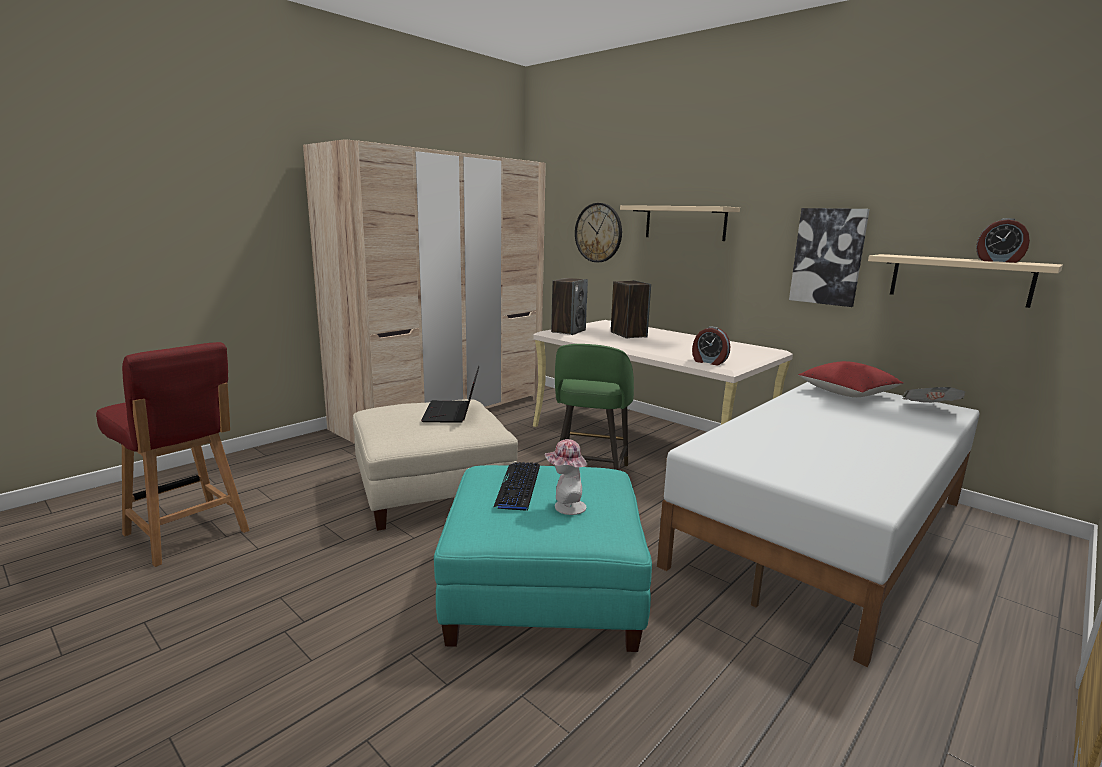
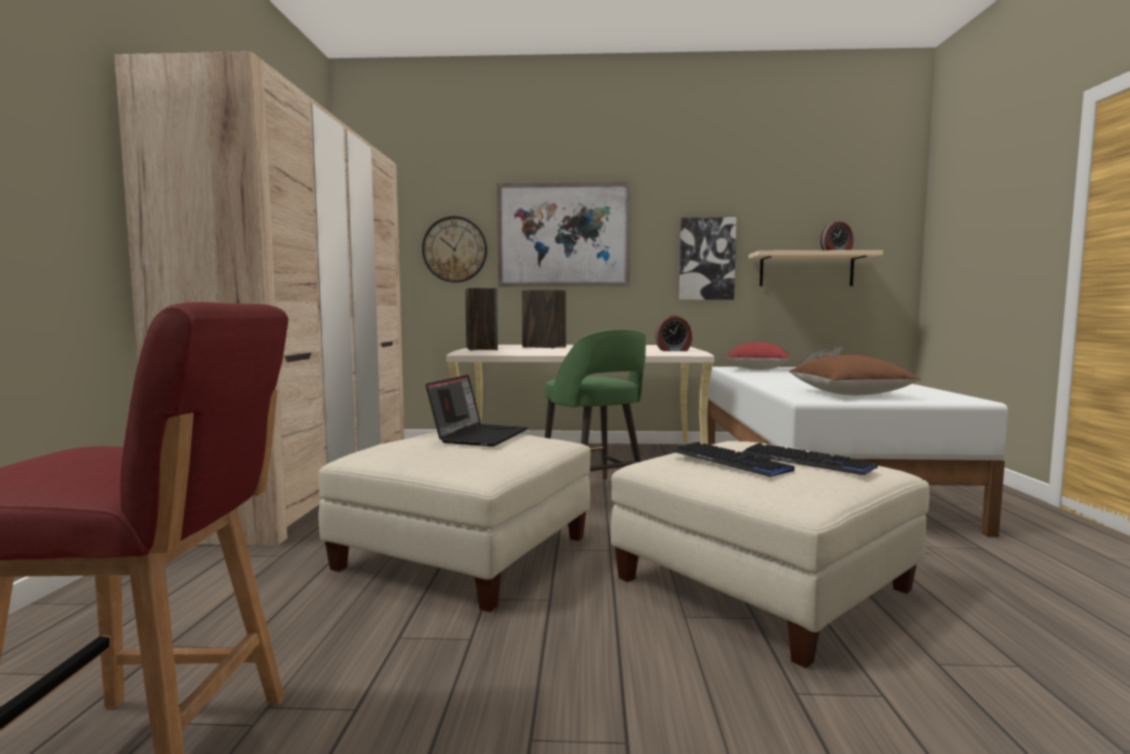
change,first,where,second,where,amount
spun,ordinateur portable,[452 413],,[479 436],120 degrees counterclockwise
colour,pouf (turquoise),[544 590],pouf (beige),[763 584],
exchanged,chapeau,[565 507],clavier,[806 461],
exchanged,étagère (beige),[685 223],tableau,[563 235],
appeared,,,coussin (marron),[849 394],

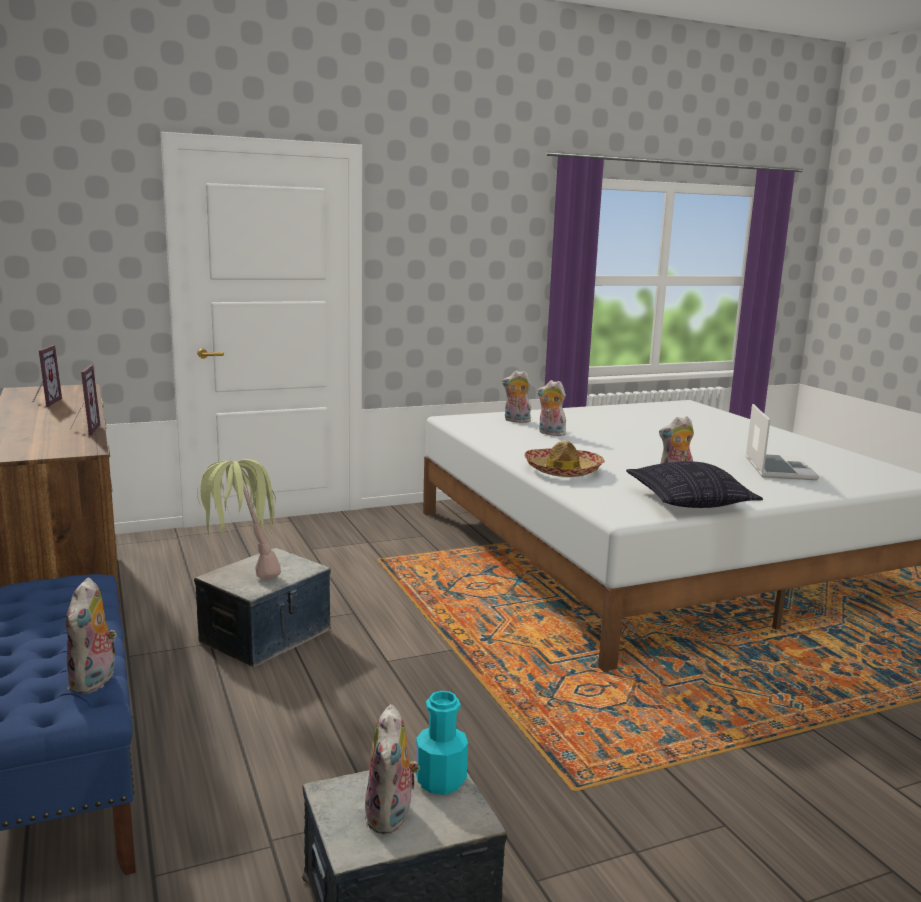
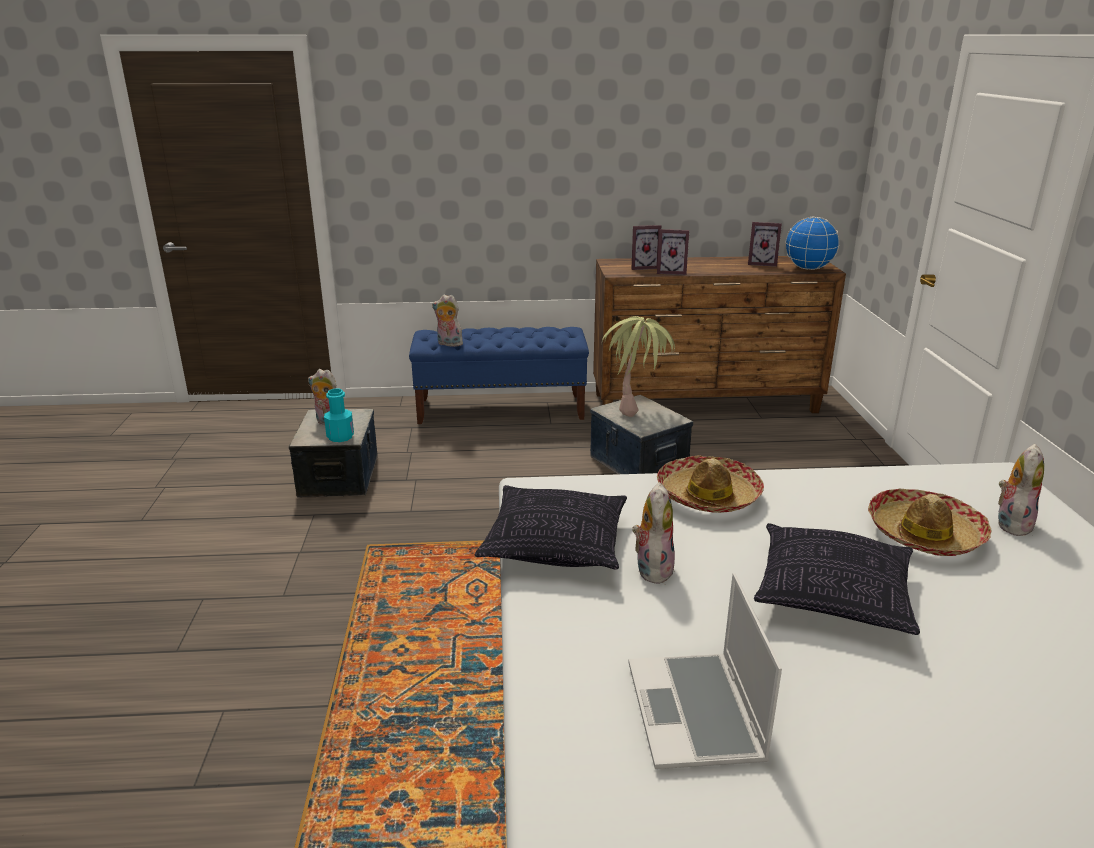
change,first,where,second,where,amount
exchanged,peluche,[550 433],chapeau,[924 534],
spun,ordinateur portable,[778 468],,[697 714],60 degrees clockwise
appeared,,,cadre photo,[643 267],
appeared,,,coussin,[831 596],
appeared,,,globe,[808 269],

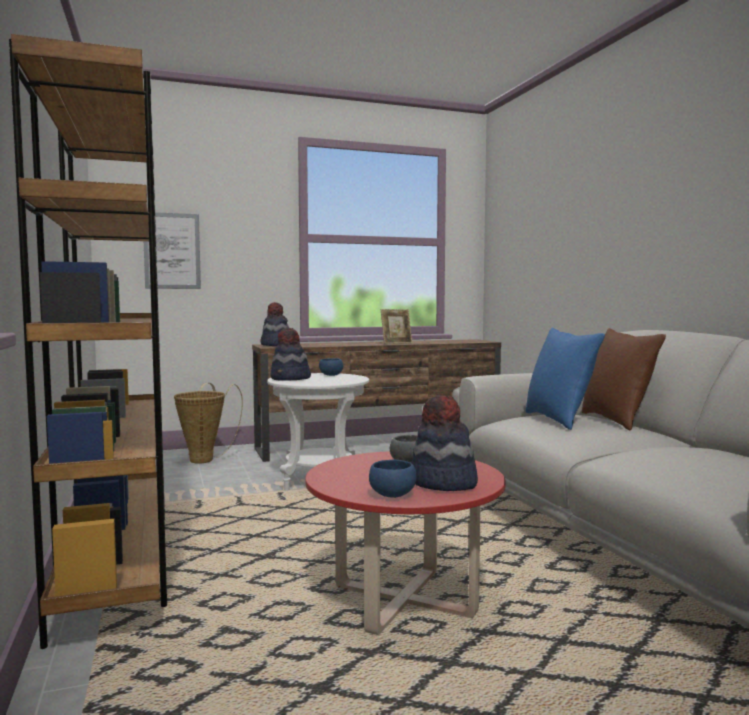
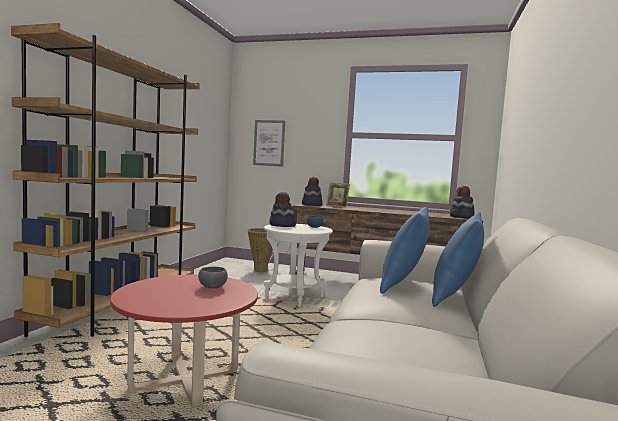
change,first,where,second,where,amount
missing,bol (bleu),[392 494],,,
relocated,cadre photo,[396 343],,[337 206],
relocated,chapeau,[443 483],,[461 217],
colour,coussin (marron),[617 421],coussin (bleu),[455 298],

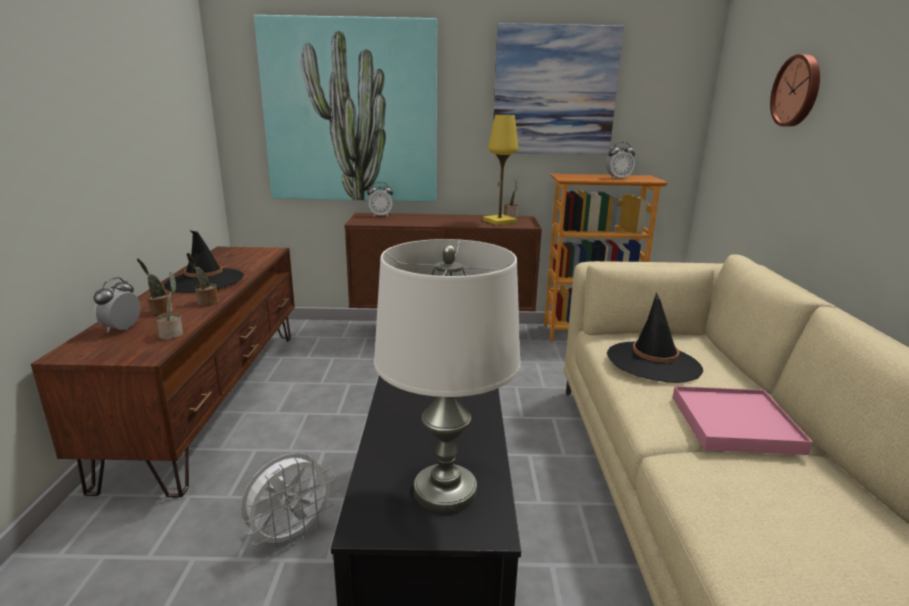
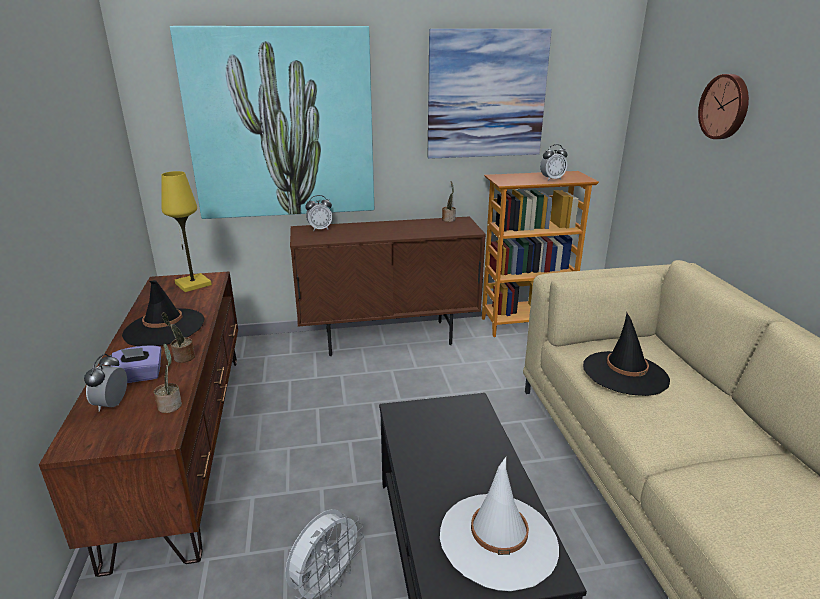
change,first,where,second,where,amount
exchanged,plante en pot,[159 312],boîte à mouchoirs (violet),[139 376],
exchanged,lampe de table (blanc),[444 491],chapeau (blanc),[498 540],
relocated,lampe de table (jaune),[499 221],,[193 284],
missing,plateau (rose),[734 424],,,

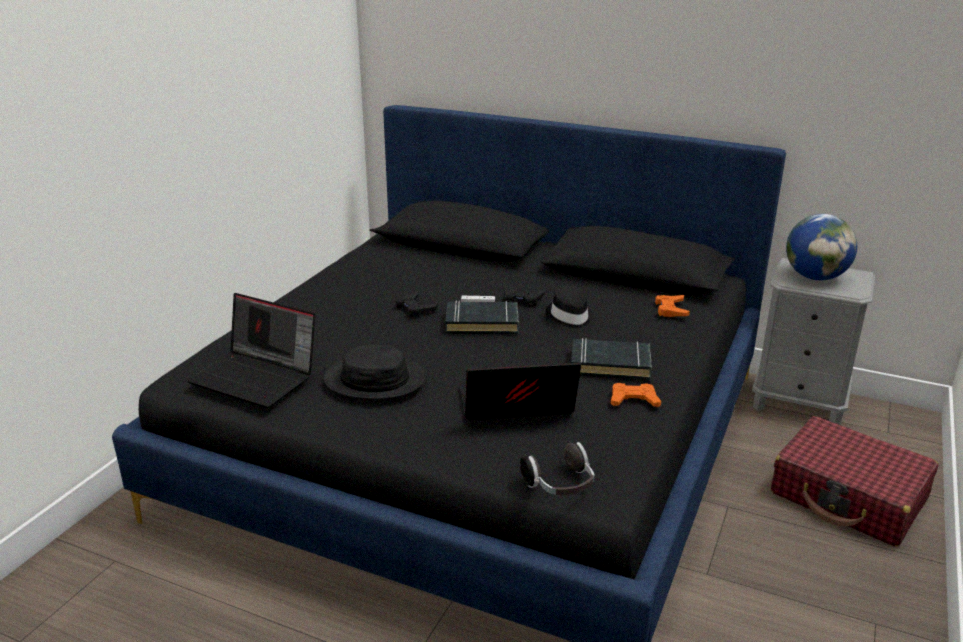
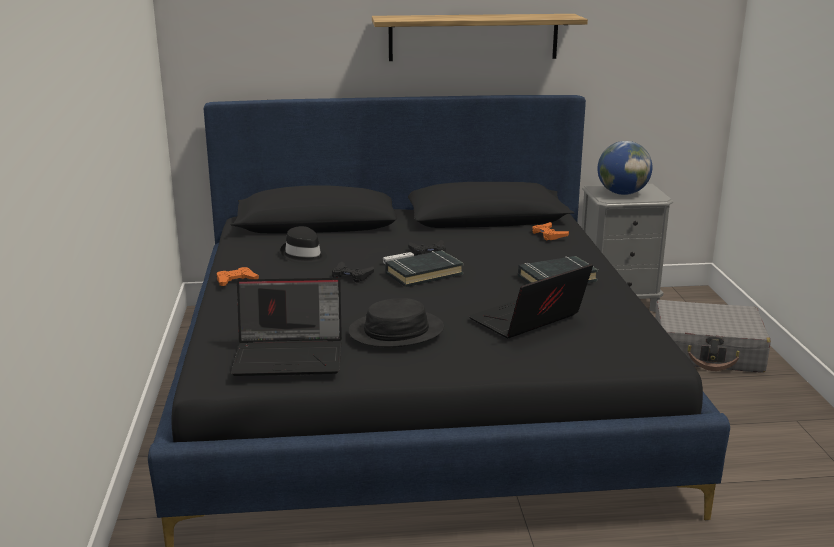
change,first,where,second,where,amount
missing,casque audio,[560 486],,,
relocated,chapeau (noir),[570 319],,[304 255],
relocated,manette (orange),[633 400],,[236 281],
colour,valise (rouge),[848 496],valise (gris),[707 351],
appeared,,,étagère,[473 37],

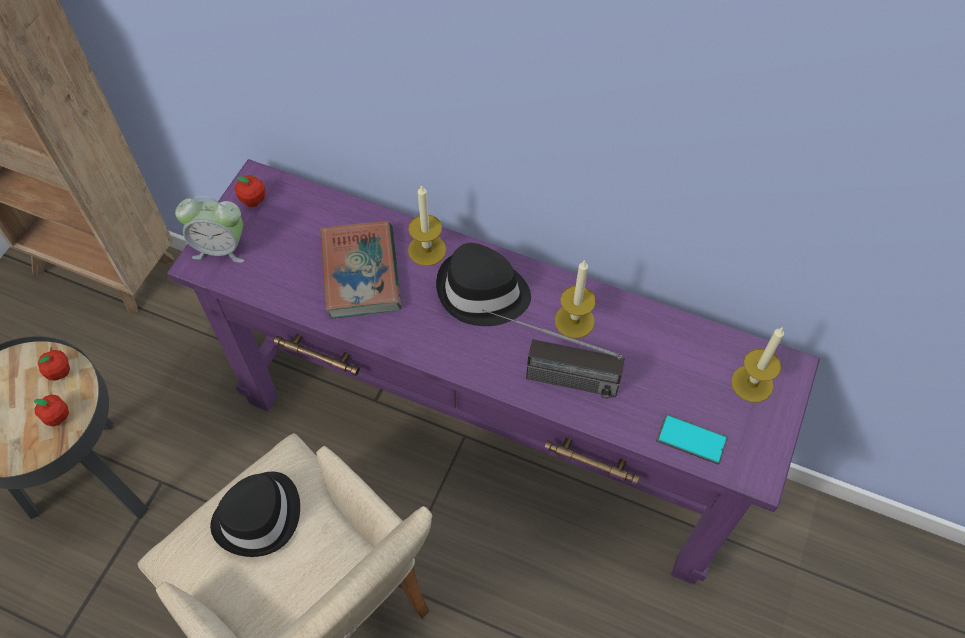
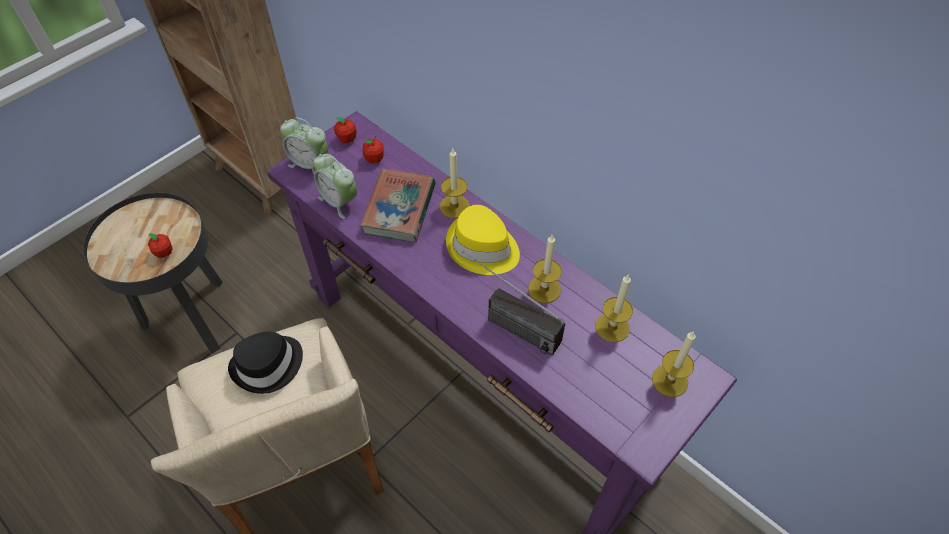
change,first,where,second,where,amount
relocated,pomme,[60 372],,[374 159],
colour,chapeau (noir),[482 292],chapeau (jaune),[482 248],
missing,téléphone,[691 439],,,
appeared,,,réveil,[339 201],
appeared,,,bougie,[612 327],

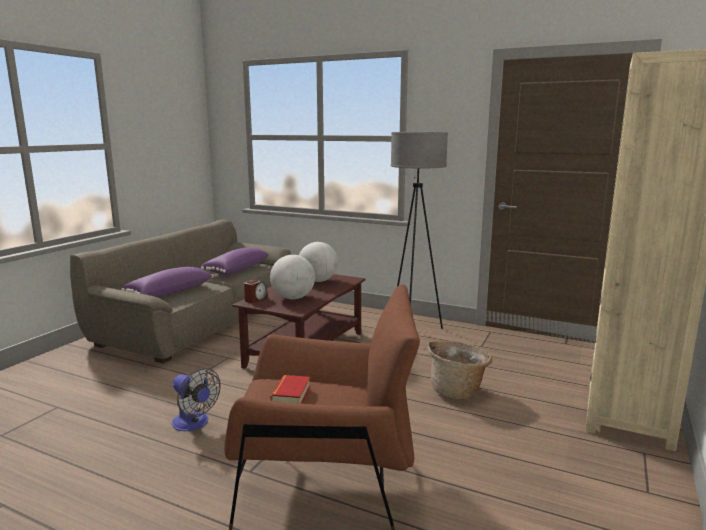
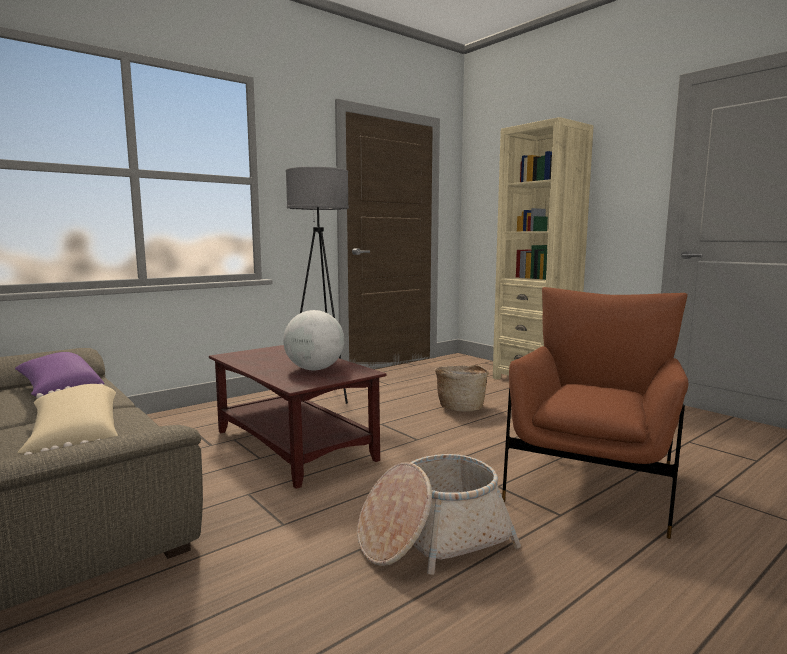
change,first,where,second,where,amount
colour,coussin (violet),[169 292],coussin (beige),[75 441],
exchanged,ventilateur,[194 424],panier,[432 539],
missing,réveil,[256 299],,,
missing,livre,[291 395],,,
missing,globe,[318 281],,,

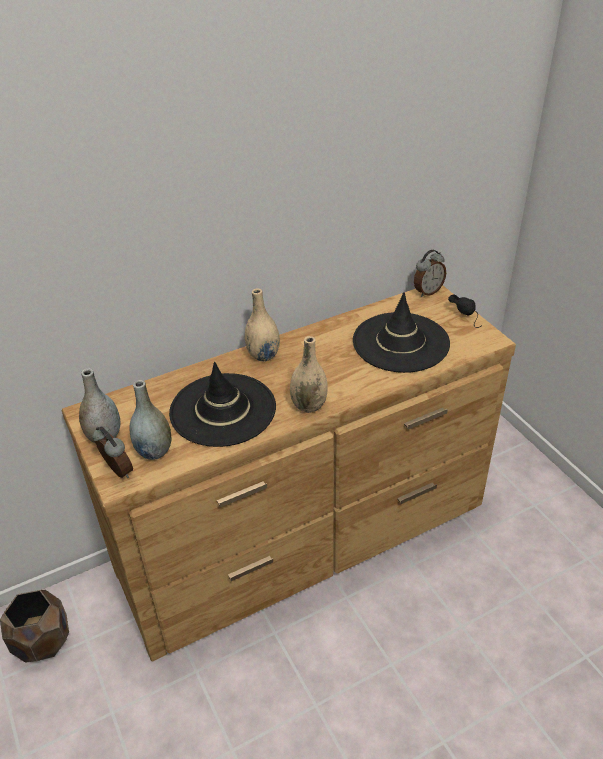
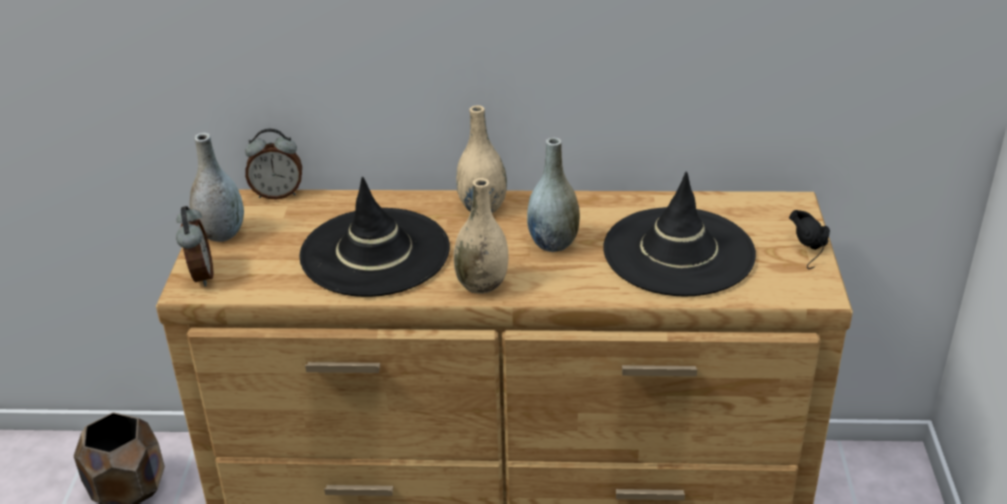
change,first,where,second,where,amount
relocated,vase (gris),[154 451],,[553 243],
relocated,réveil,[427 291],,[277 194],

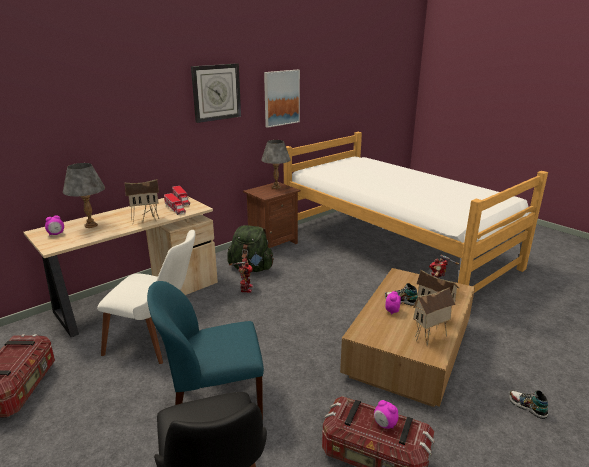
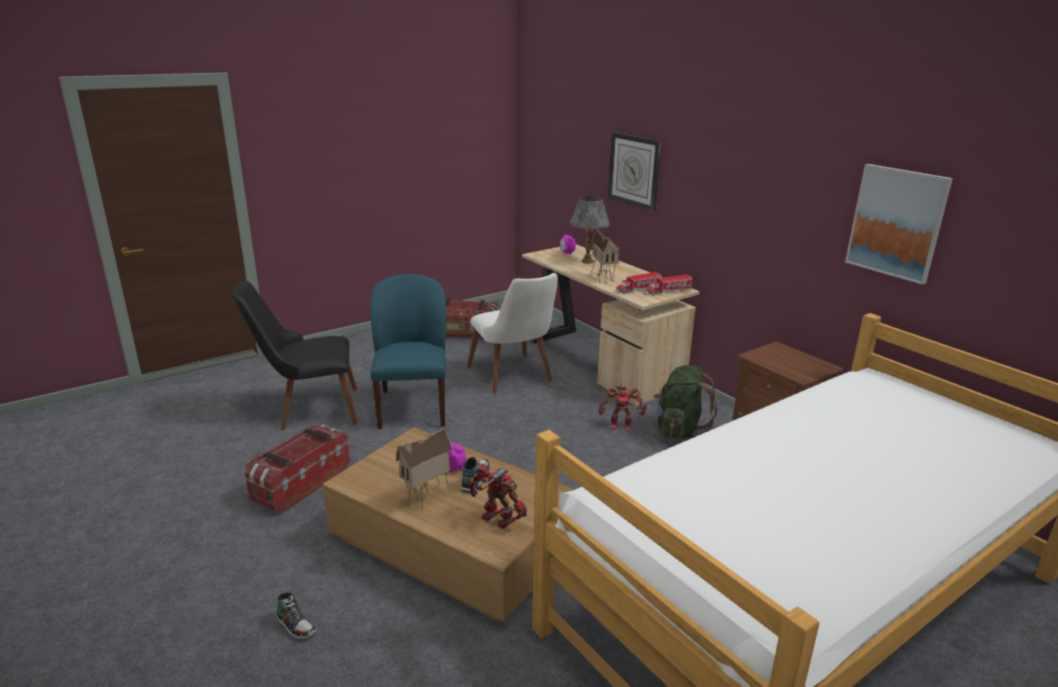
change,first,where,second,where,amount
spun,chaise (blanc),[158 340],,[515 378],45 degrees counterclockwise
relocated,horloge murale,[216 92],,[635 170],
missing,lampe de table (gris),[276 187],,,
missing,réveil,[384 424],,,
missing,maison miniature,[430 338],,,
spun,chaussure,[527 407],,[296 626],75 degrees clockwise

